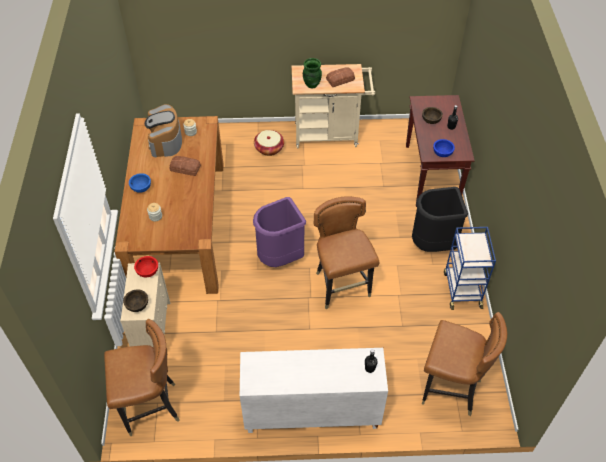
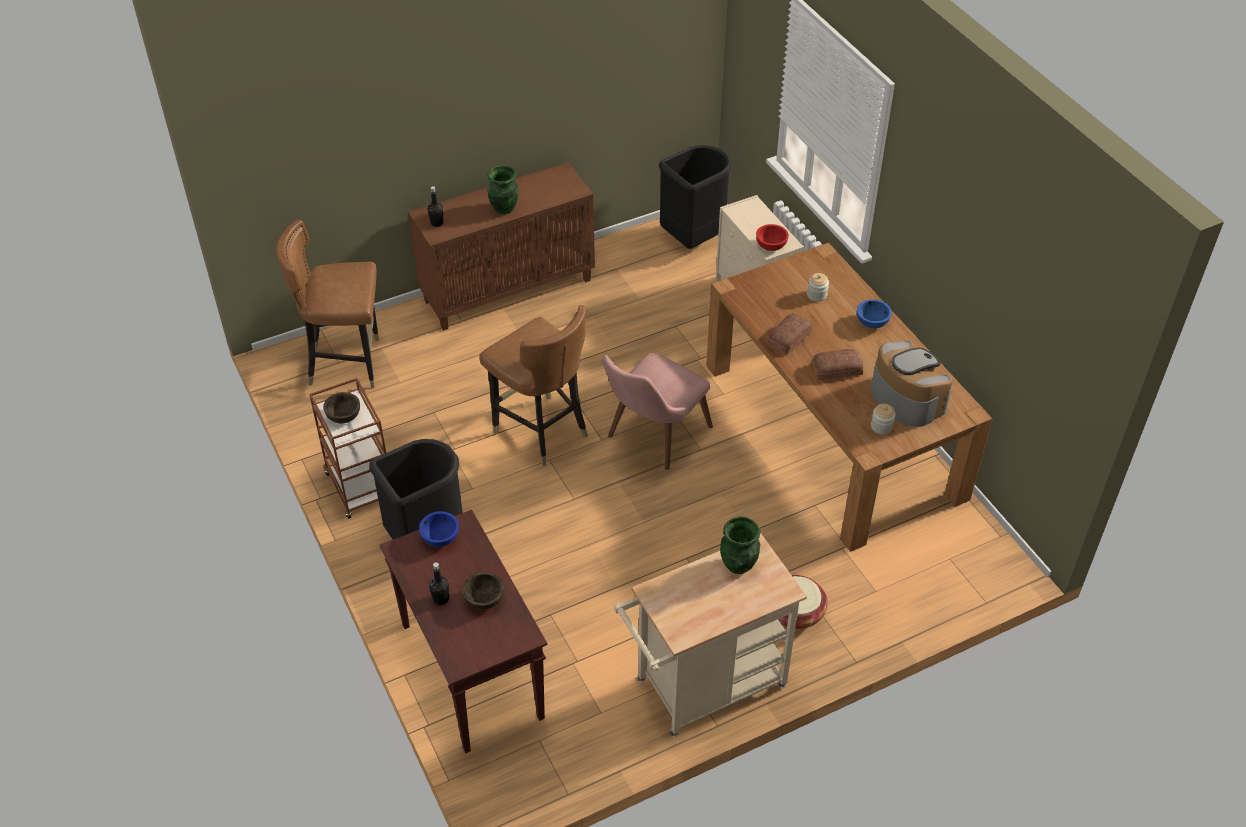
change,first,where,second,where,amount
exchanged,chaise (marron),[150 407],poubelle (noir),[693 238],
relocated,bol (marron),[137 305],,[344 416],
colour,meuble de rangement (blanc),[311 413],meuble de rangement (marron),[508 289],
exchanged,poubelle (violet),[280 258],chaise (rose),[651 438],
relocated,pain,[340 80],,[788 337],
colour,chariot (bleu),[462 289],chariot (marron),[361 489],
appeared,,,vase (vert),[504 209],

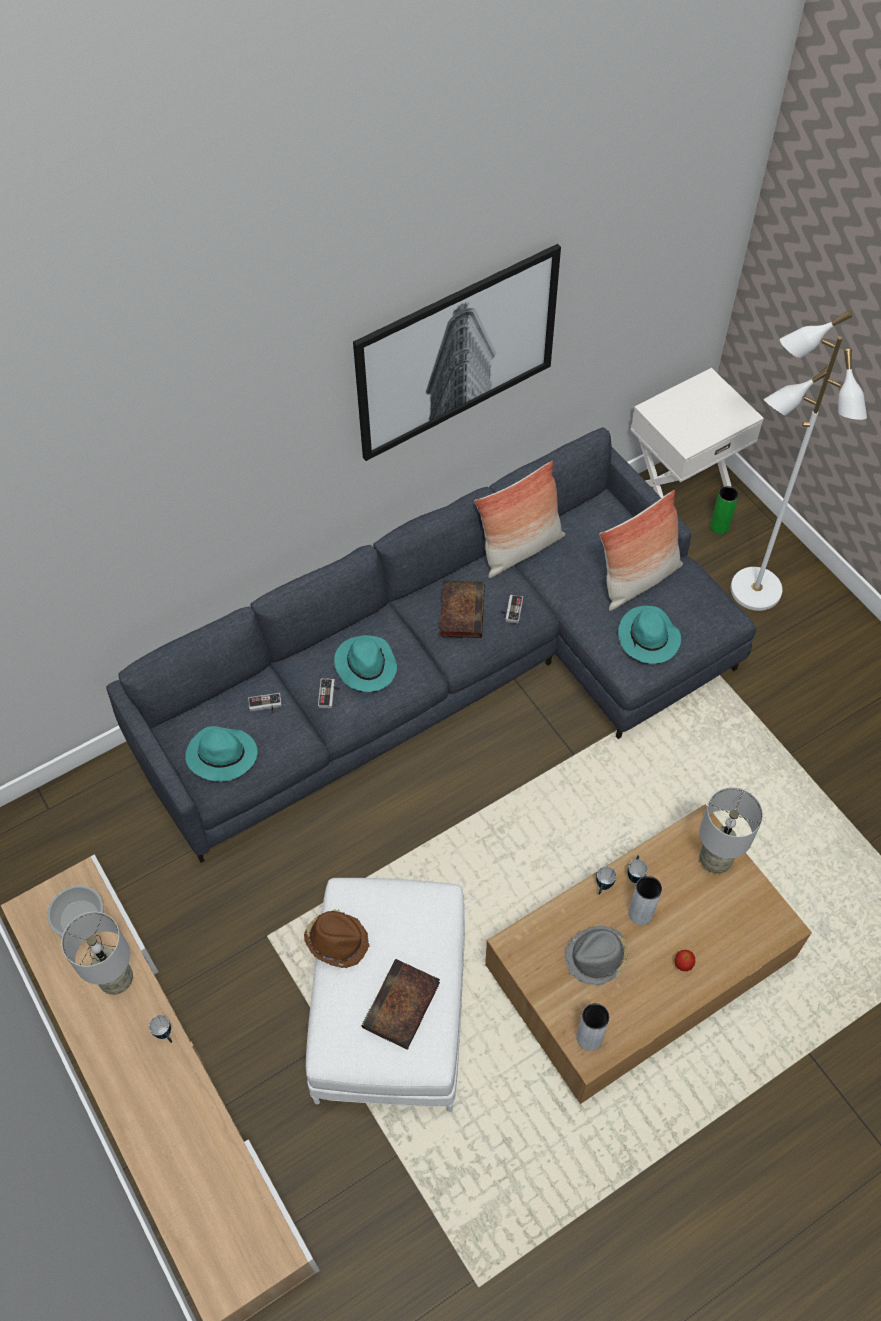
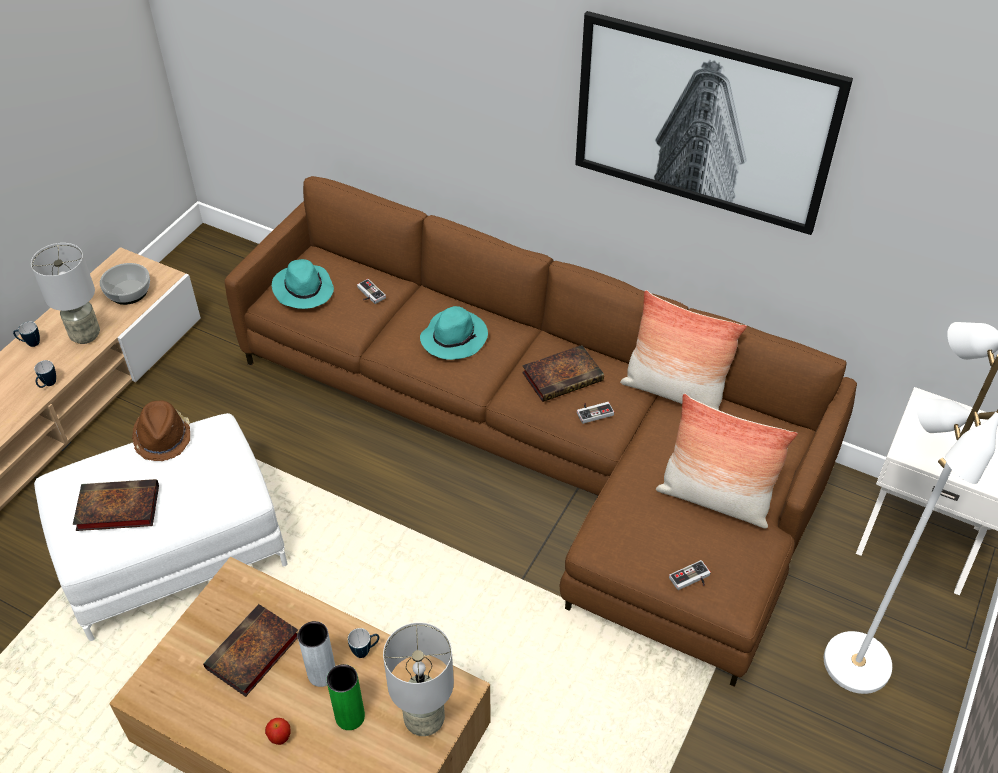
change,first,where,second,where,amount
colour,canapé (gris),[451 674],canapé (marron),[544 444],
relocated,manette,[330 694],,[691 580],
exchanged,chapeau (gris),[596 958],livre,[252 654],
missing,vase (gris),[589 1037],,,
relocated,mug,[602 888],,[30 343],
missing,chapeau (turquoise),[649 638],,,
relocated,vase (vert),[719 527],,[350 716],

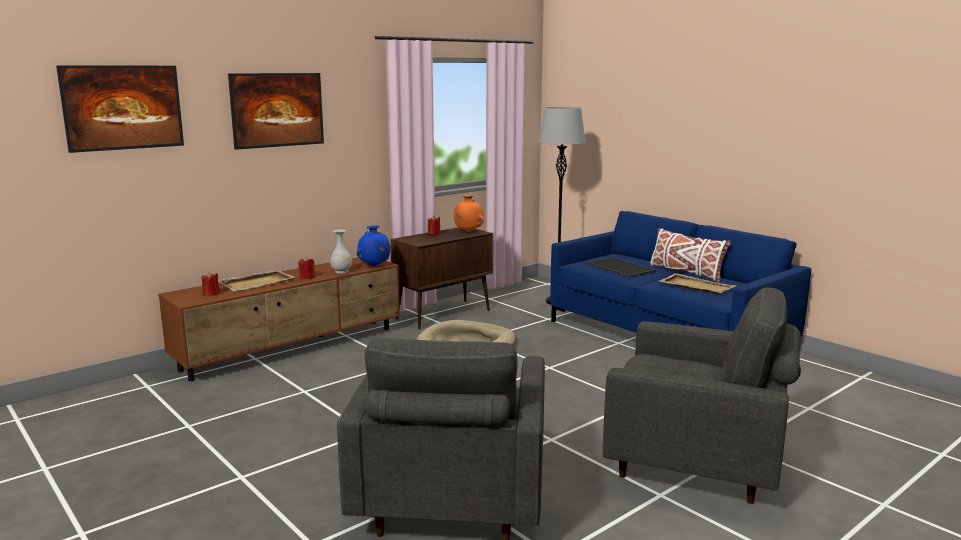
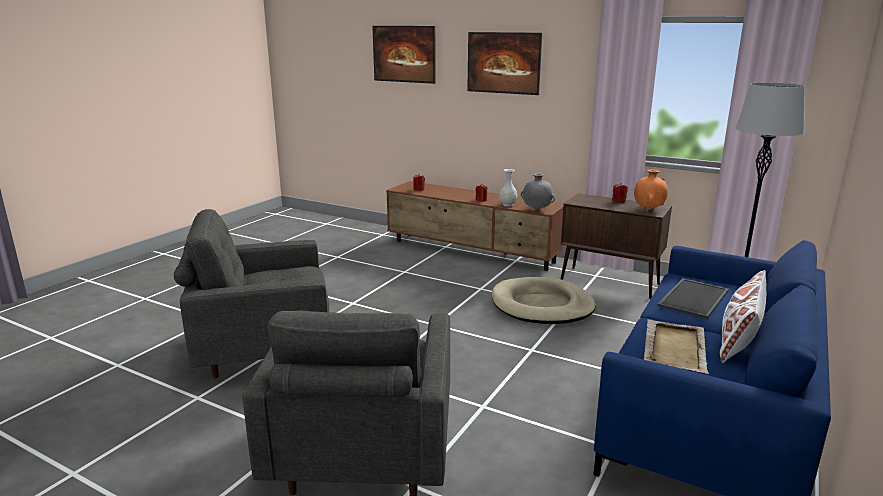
change,first,where,second,where,amount
missing,plateau (beige),[257 282],,,
colour,vase (bleu),[374 266],vase (gris),[536 209],

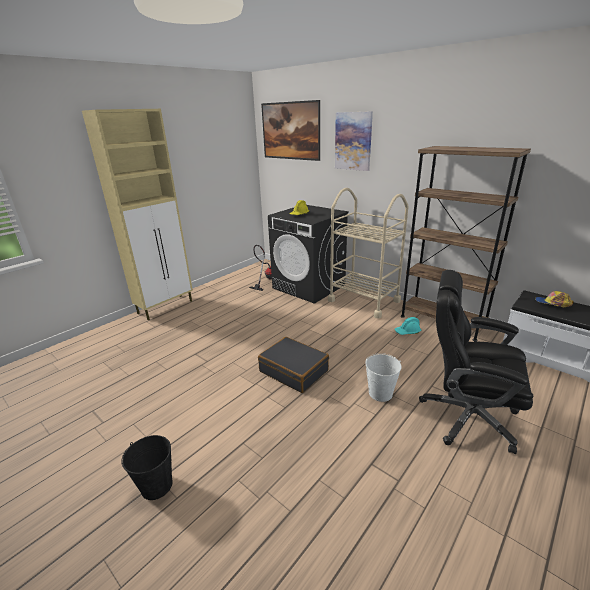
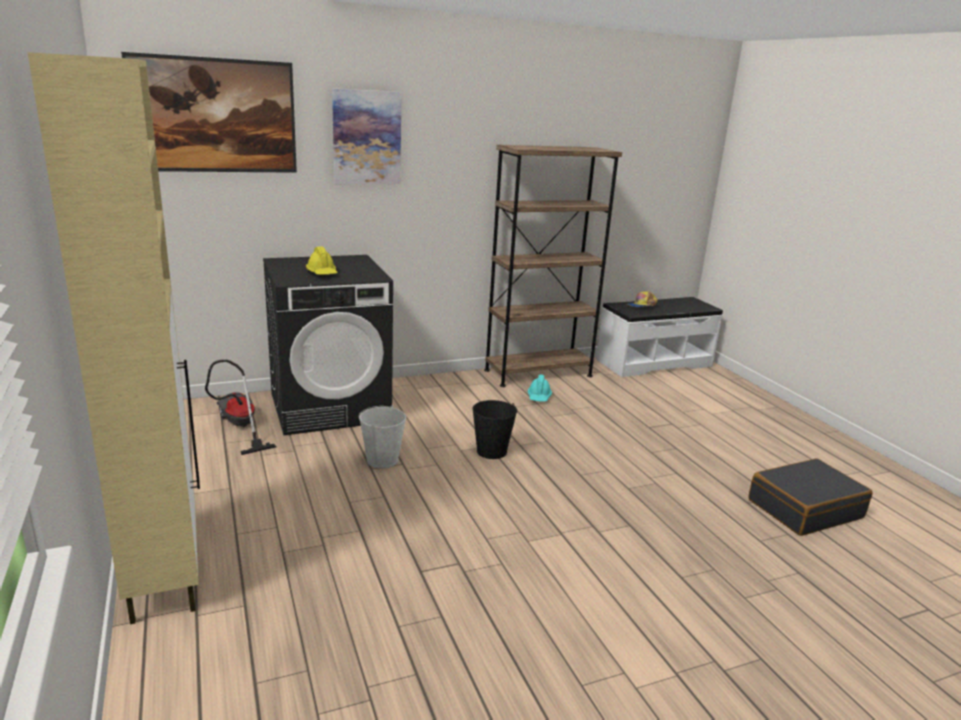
change,first,where,second,where,amount
relocated,seau (noir),[157 485],,[491 451],
relocated,valise (noir),[294 371],,[804 508],
missing,chariot (beige),[364 301],,,
relocated,seau (blanc),[380 393],,[382 460],
missing,chaise de bureau (noir),[466 416],,,

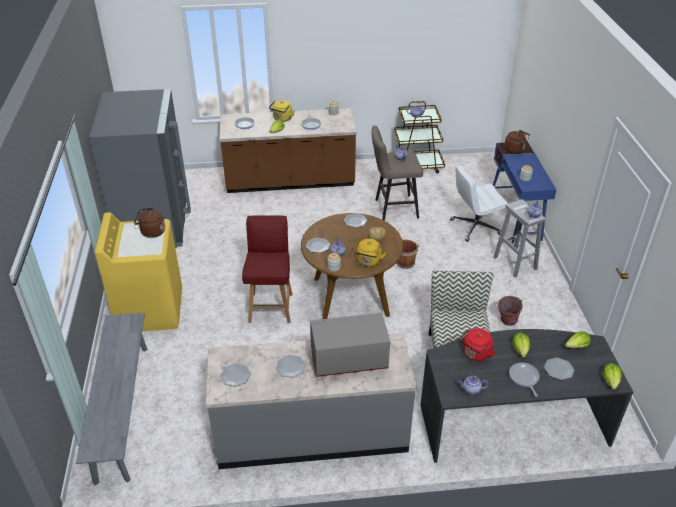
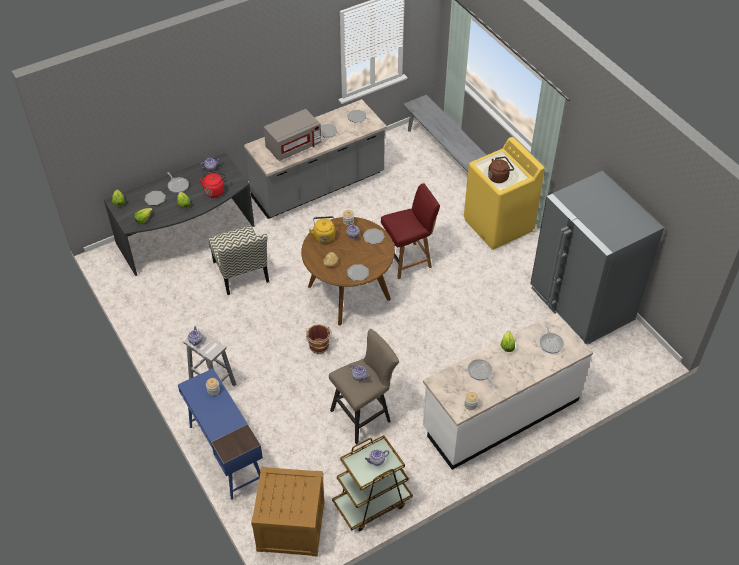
change,first,where,second,where,amount
colour,comptoir de cuisine (marron),[290 181],comptoir de cuisine (blanc),[500 414],
spun,chaise (rouge),[271 307],,[408 260],90 degrees counterclockwise
missing,bouilloire (jaune),[282 119],,,
missing,chaise de bureau (blanc),[474 227],,,
missing,seau,[506 322],,,
missing,bouilloire (marron),[515 150],,,
appeared,,,caisse,[291 525],

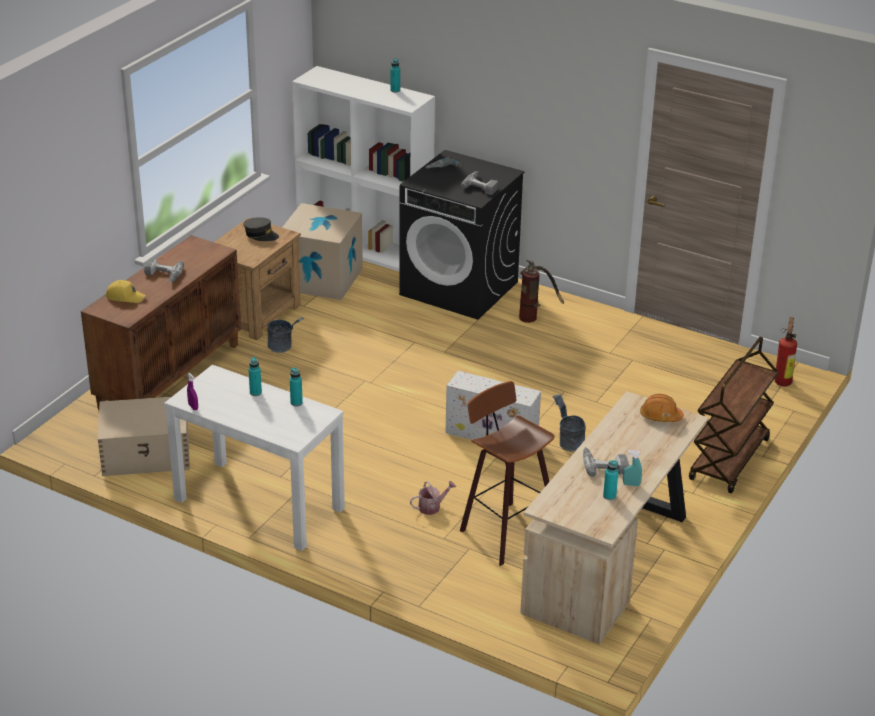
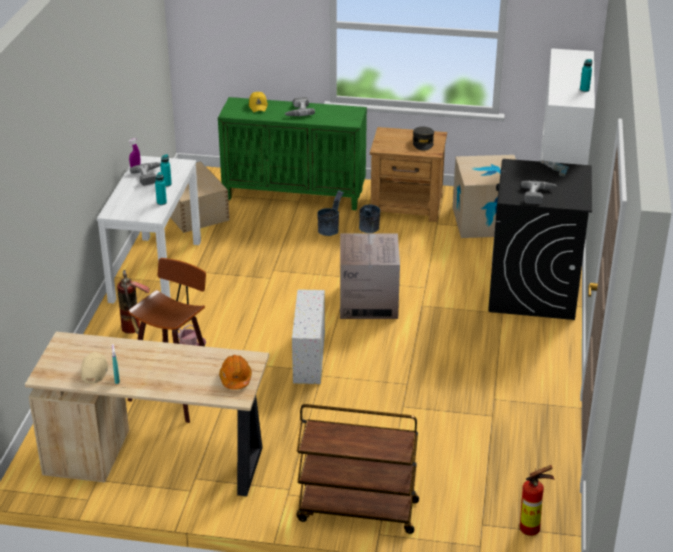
change,first,where,second,where,amount
colour,meuble de rangement (marron),[169 375],meuble de rangement (vert),[295 194],
relocated,extincteur,[535 316],,[134 331],
relocated,seau (gris),[568 442],,[330 229],
relocated,perceuse,[604 465],,[150 176],
exchanged,bouteille (turquoise),[609 496],casquette (beige),[94 370],
appeared,,,carton,[368 302],

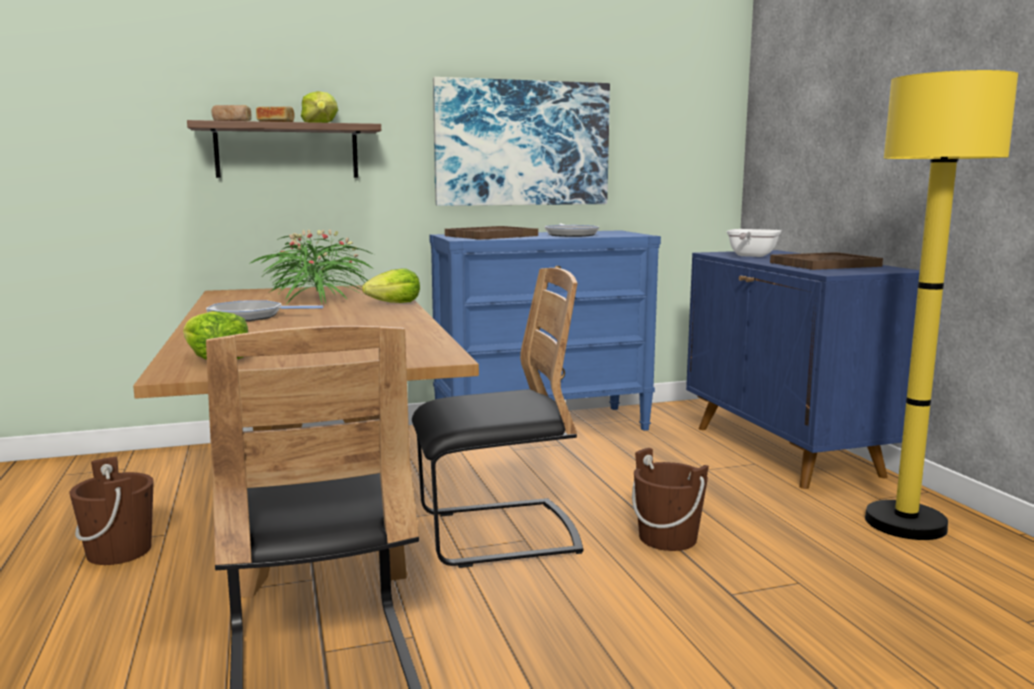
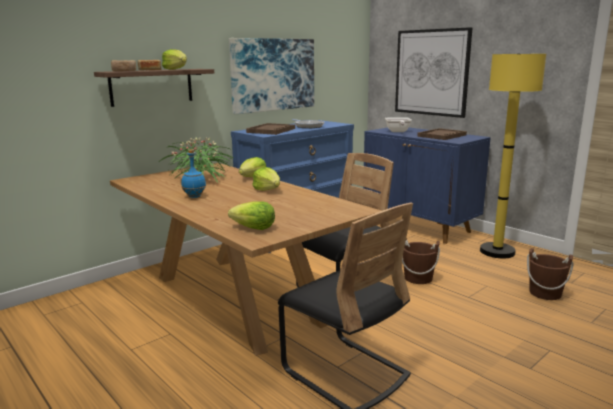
change,first,where,second,where,amount
relocated,seau (marron),[119 551],,[545 293],
exchanged,poêle,[250 316],bouteille (bleu),[195 196],
appeared,,,laitue,[267 190],
appeared,,,tableau,[431 72],

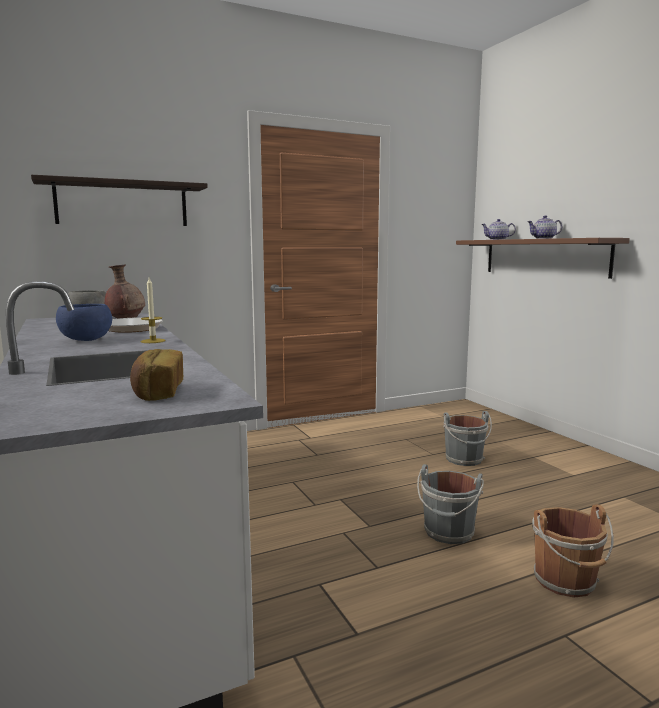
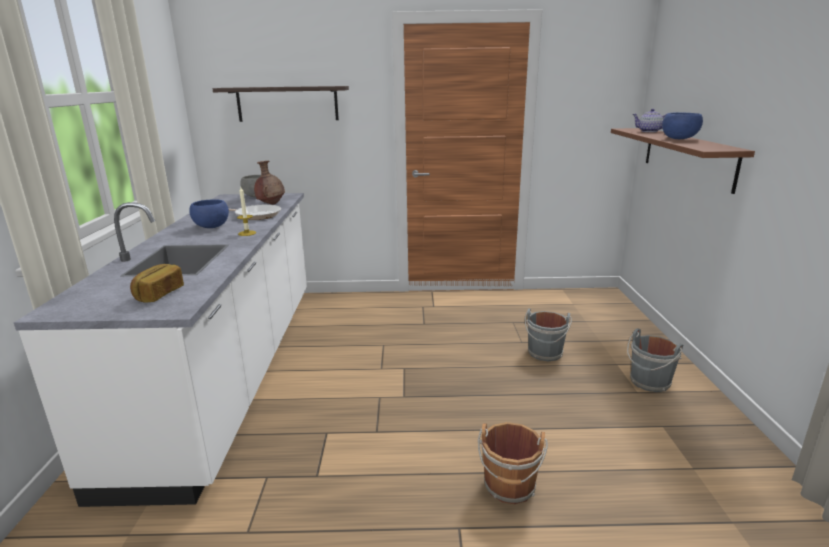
change,first,where,second,where,amount
relocated,seau (gris),[448 533],,[649 382],
exchanged,théière,[543 238],bol (bleu),[679 139],

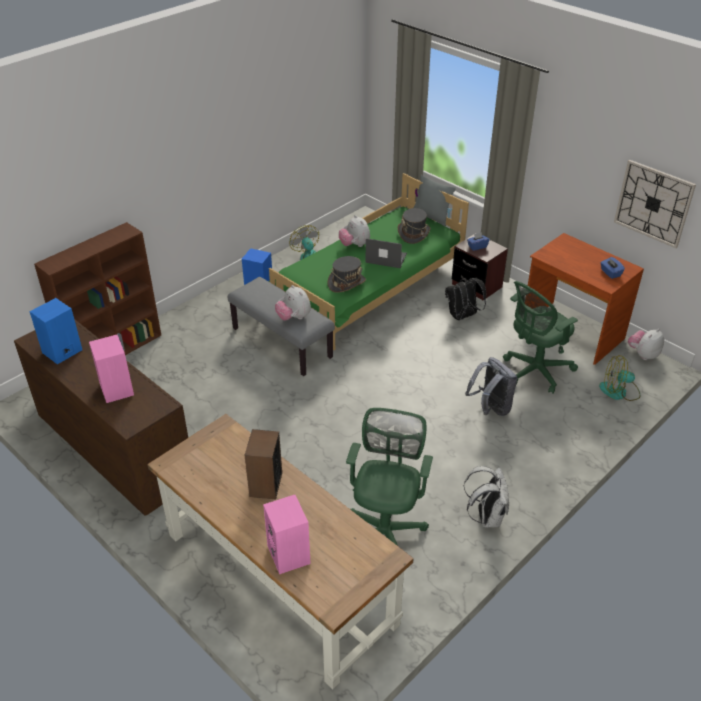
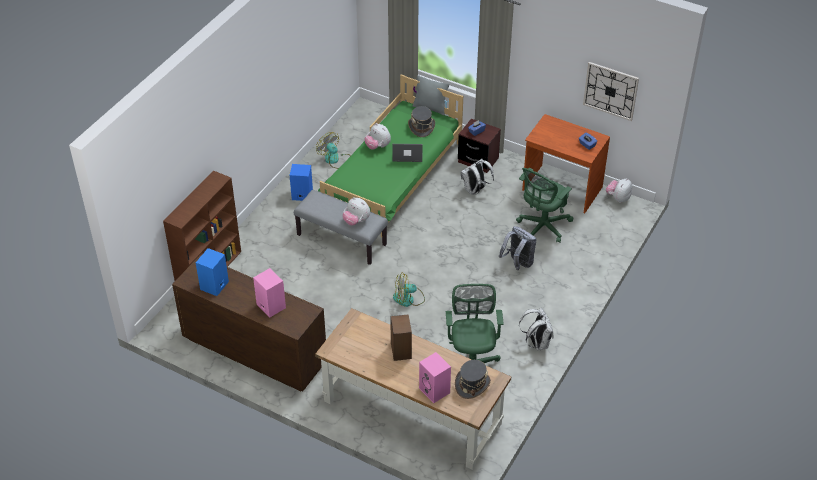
change,first,where,second,where,amount
relocated,chapeau (gris),[346 283],,[472 384],
colour,sac à dos (noir),[462 316],sac à dos (blanc),[475 190],
relocated,ventilateur,[619 391],,[408 299],

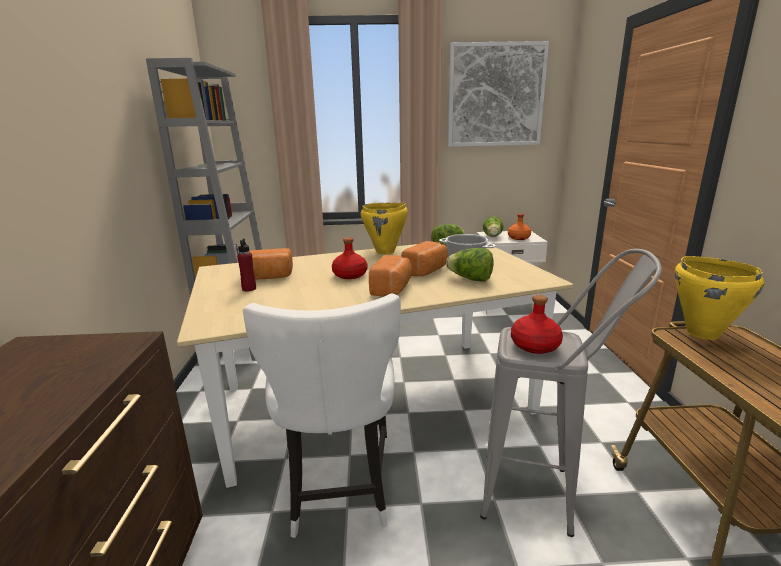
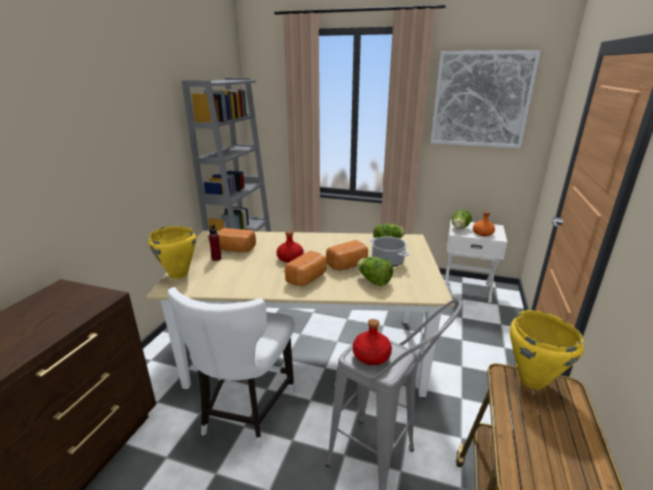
change,first,where,second,where,amount
relocated,marmite (jaune),[385 252],,[178 274],

